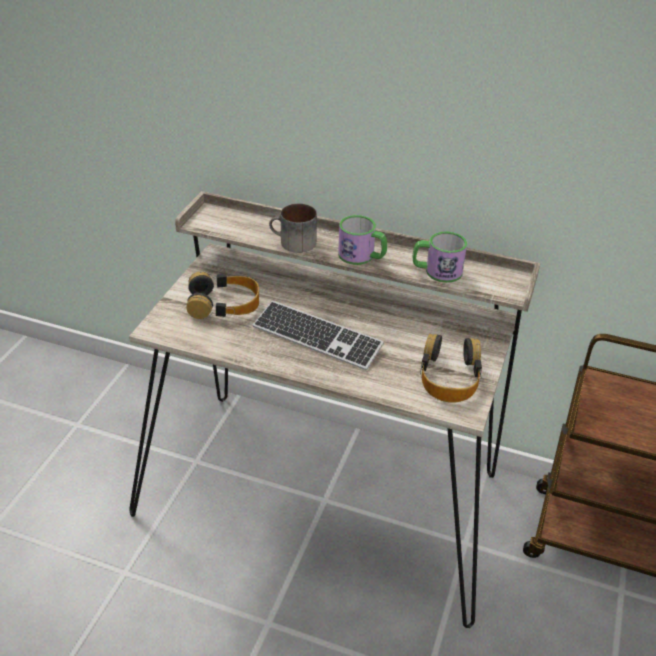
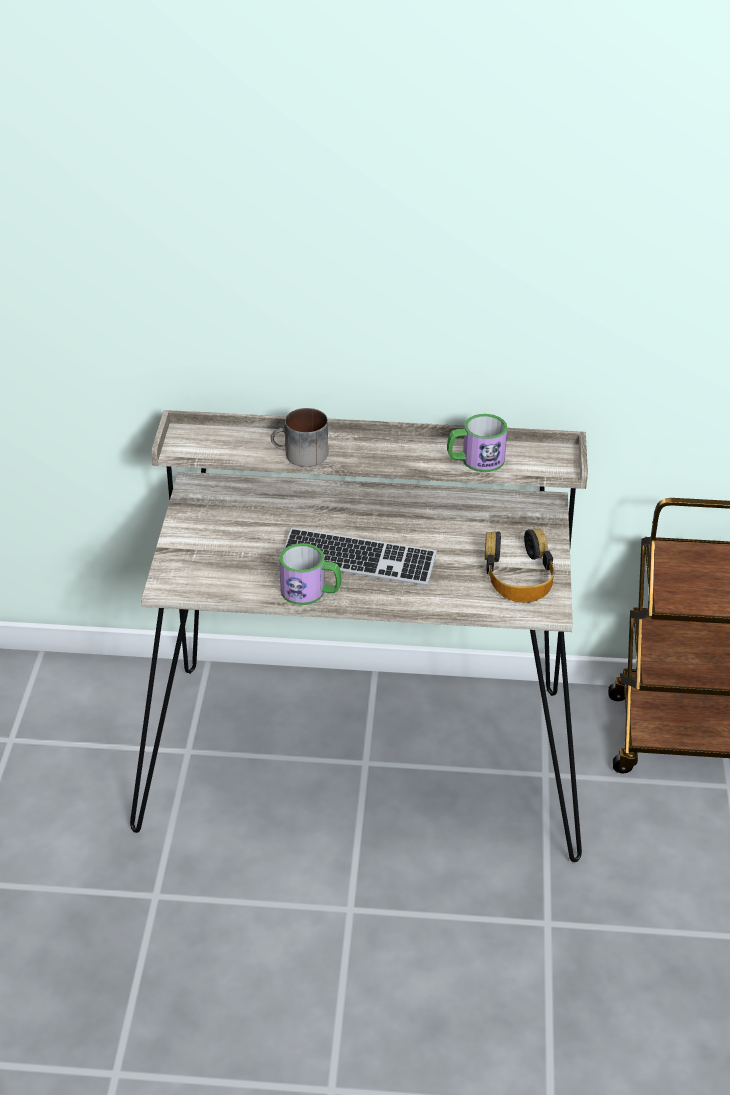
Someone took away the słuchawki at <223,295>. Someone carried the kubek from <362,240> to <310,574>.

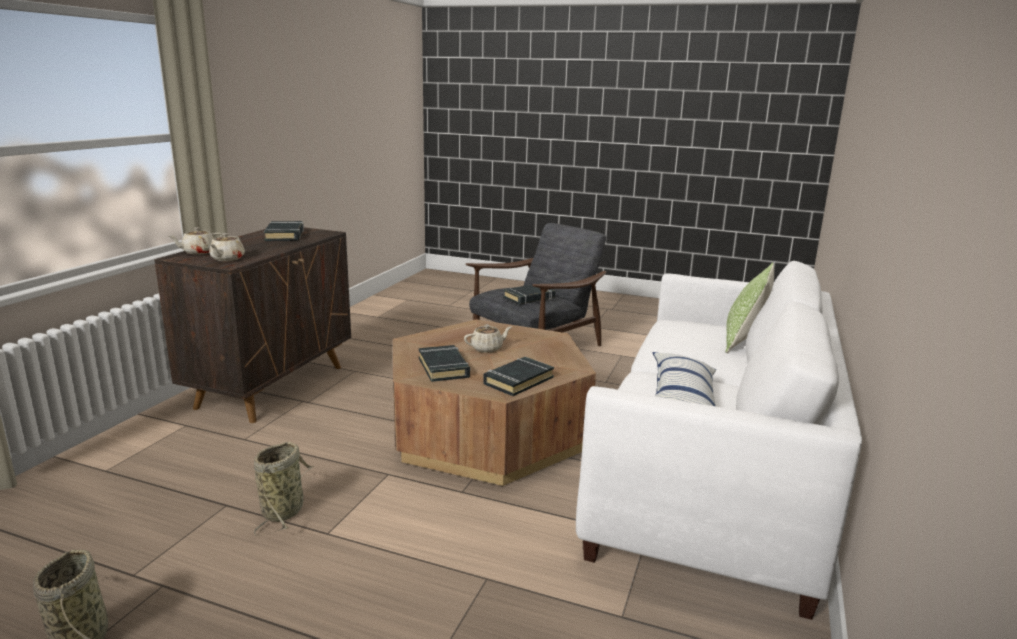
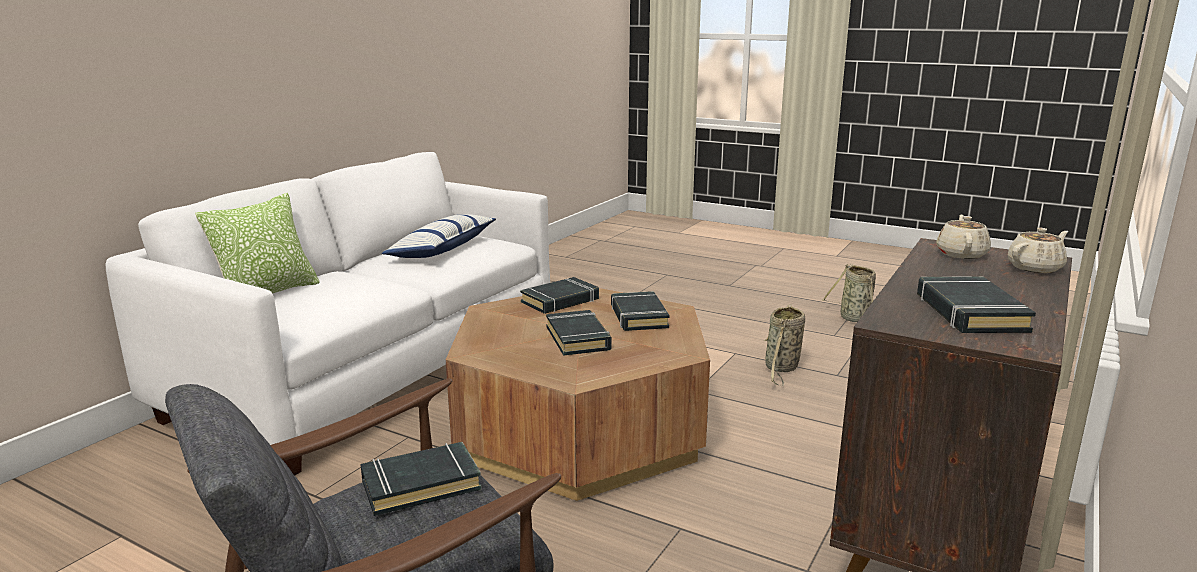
Someone swapped the imbryk/beżowy at <487,338> for the książka/czarny at <579,333>.

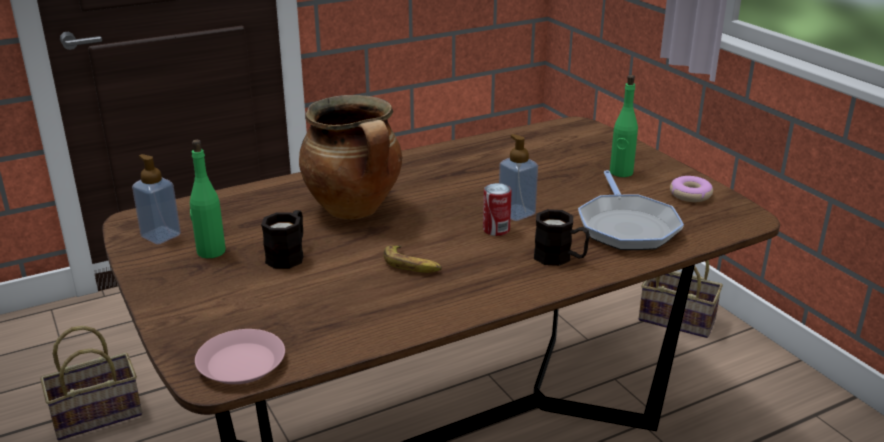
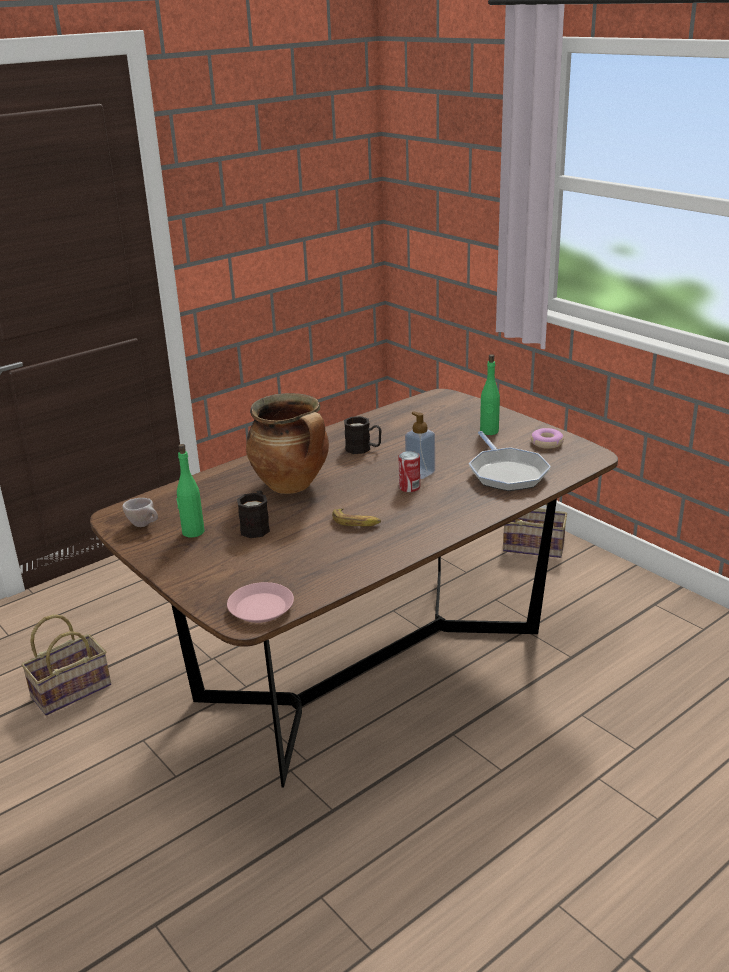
Someone carried the kubek/czarny from <562,237> to <363,435>. Someone swapped the dozownik mydła at <156,199> for the filiżanka/beżowy at <140,512>.

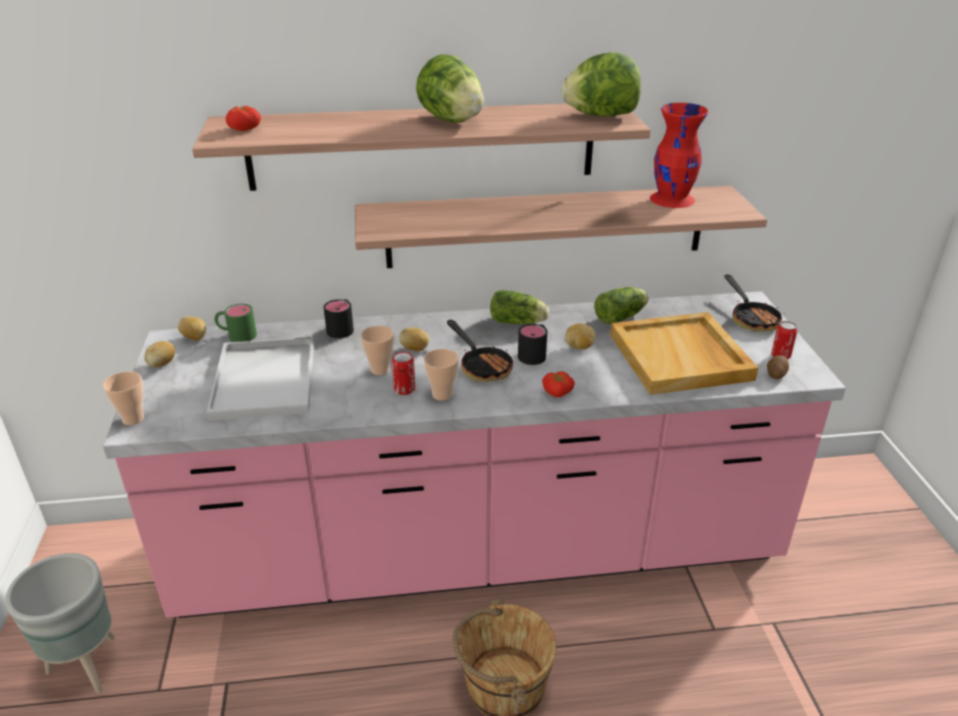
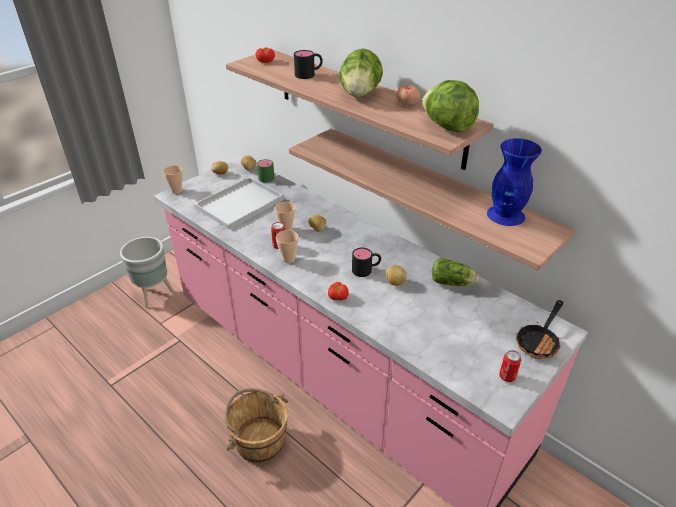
Someone took away the patelnia at <481,351>. Someone took away the sałata at <519,307>. Someone took away the taca/beżowy at <684,353>. Someone took away the ziemniak at <778,367>. Someone put down the pomidor at <408,95>. Someone carried the kubek/czarny from <339,318> to <308,64>. Someone repainted the wazon/czerwony at <679,155>, which became the wazon/niebieski at <514,182>.

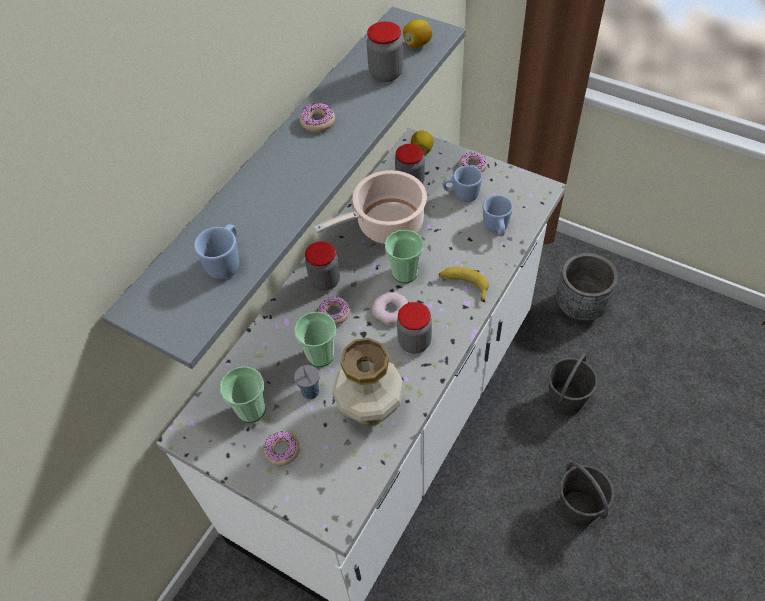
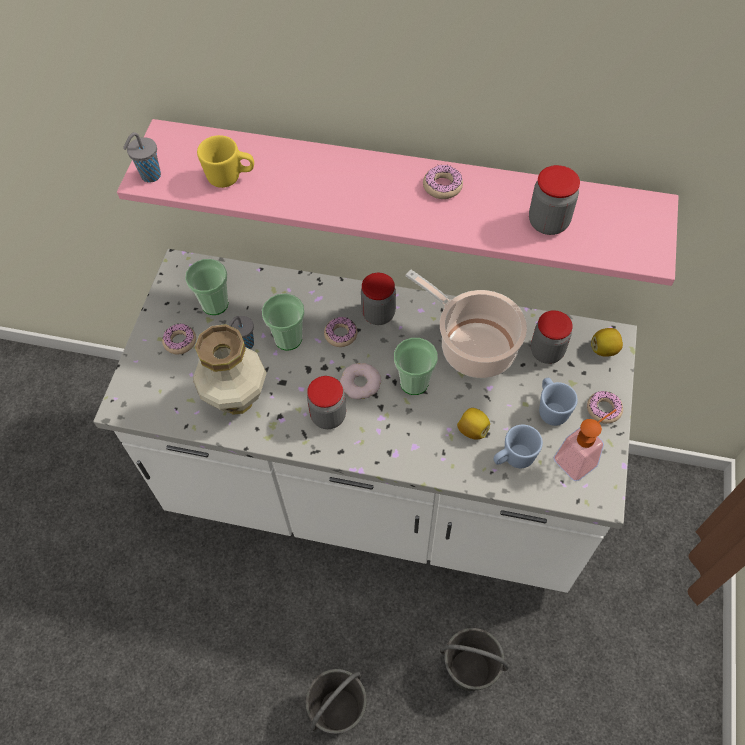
Someone took away the banan at <464,284>. Someone took away the donica/szary at <587,287>. Someone put down the filiżanka/szary at <142,157>. Someone put down the dozownik mydła at <585,445>. Someone carried the cytryna from <417,34> to <473,423>. Someone repainted the półka/szary at <284,188>, which became the półka/różowy at <397,202>. Someone repainted the kubek/niebieski at <216,251>, which became the kubek/żółty at <225,161>.

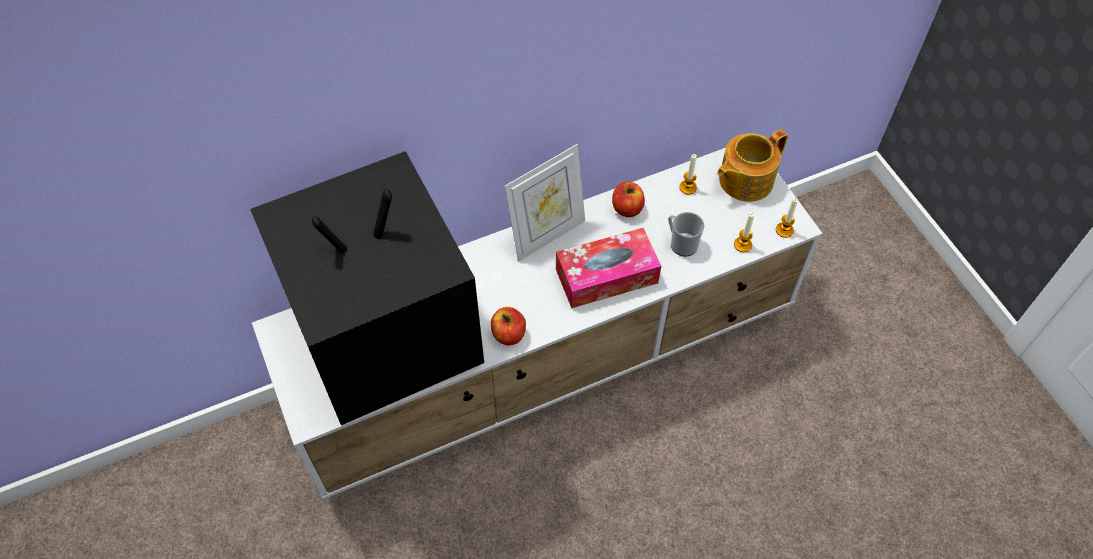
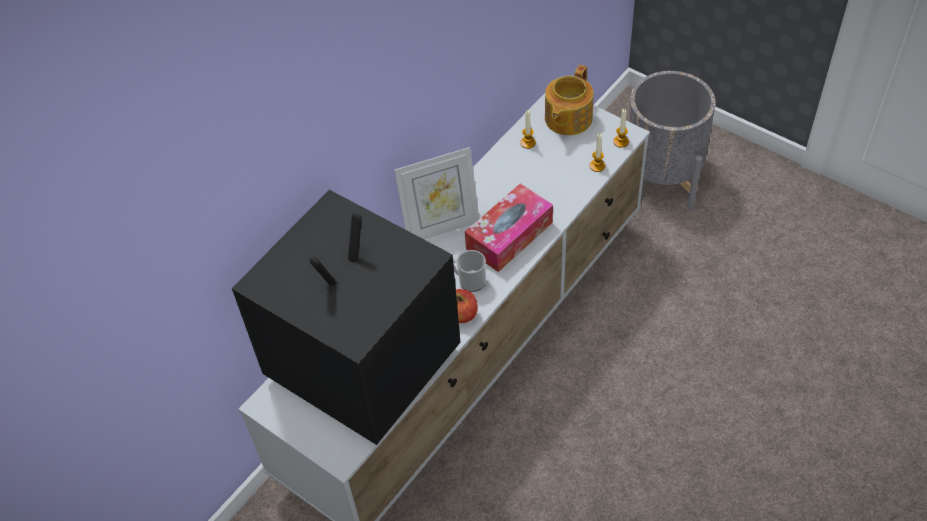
Someone took away the jabłko at <628,199>. Someone put down the donica/szary at <672,140>. Someone carried the kubek from <686,234> to <469,271>. Someone rotated the ramka na zdjęcie at <545,203> by 45 degrees clockwise.

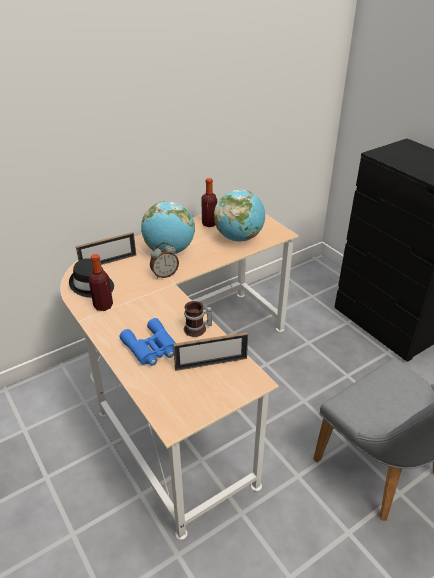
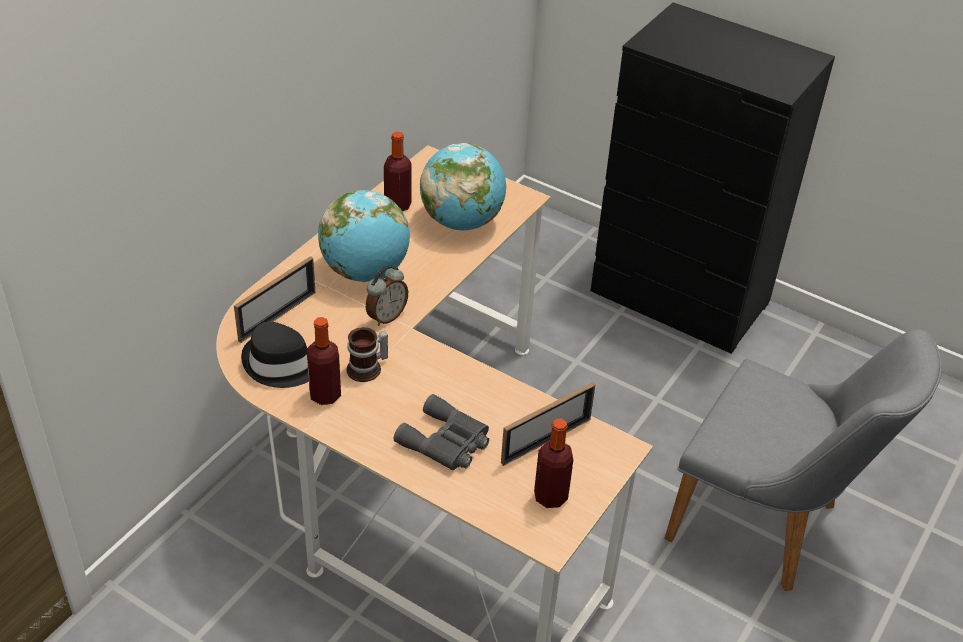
Someone put down the butelka at <553,463>. Someone carried the kubek from <198,319> to <367,354>. Someone repainted the lornetka/niebieski at <147,342>, which became the lornetka/szary at <441,432>.

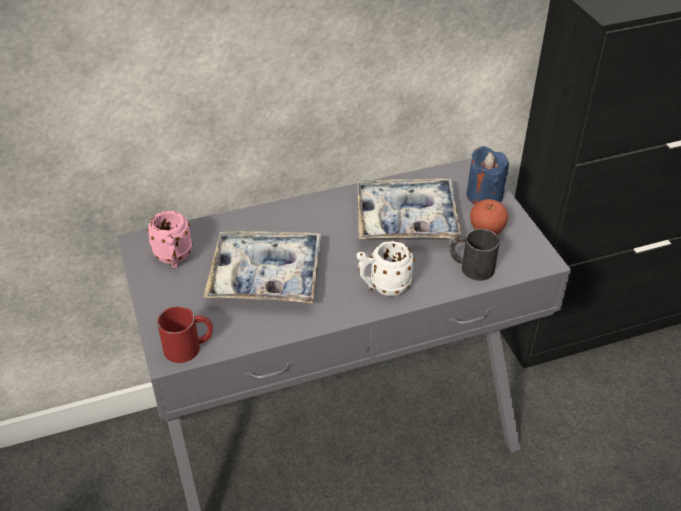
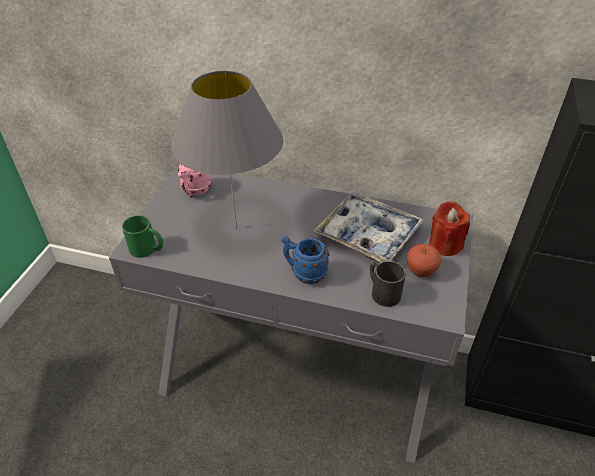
Someone swapped the taca at <262,266> for the lampa stołowa/szary at <227,149>. Someone repainted the kubek/czerwony at <185,334>, which became the kubek/zielony at <142,236>. Someone repainted the kubek/biały at <386,268>, which became the kubek/niebieski at <305,260>. Someone repainted the świeca/niebieski at <487,175>, which became the świeca/czerwony at <449,228>.

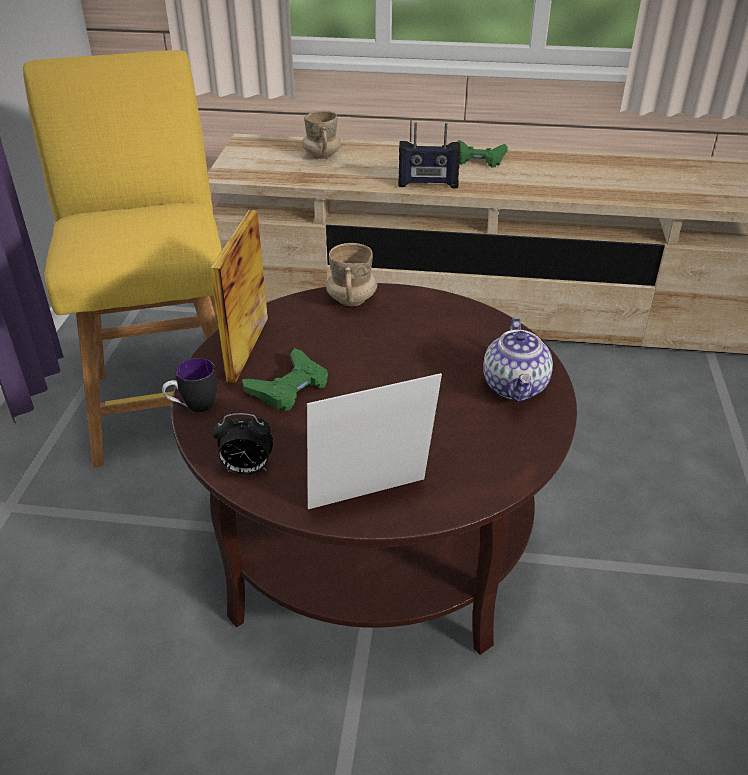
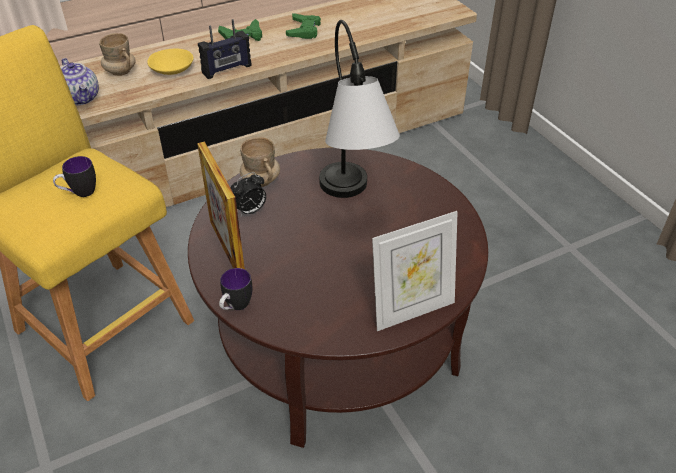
Someone put down the kubek at <74,176>. Someone put down the miska/żółty at <170,62>. Someone put down the lampa stołowa at <359,109>. Someone carried the budzik from <242,444> to <248,194>. Someone carried the pad do gier/zielony from <285,379> to <303,26>. Someone carried the imbryk from <518,360> to <80,82>. Someone rotated the ramka na zdjęcie at <374,441> by 150 degrees counterclockwise.

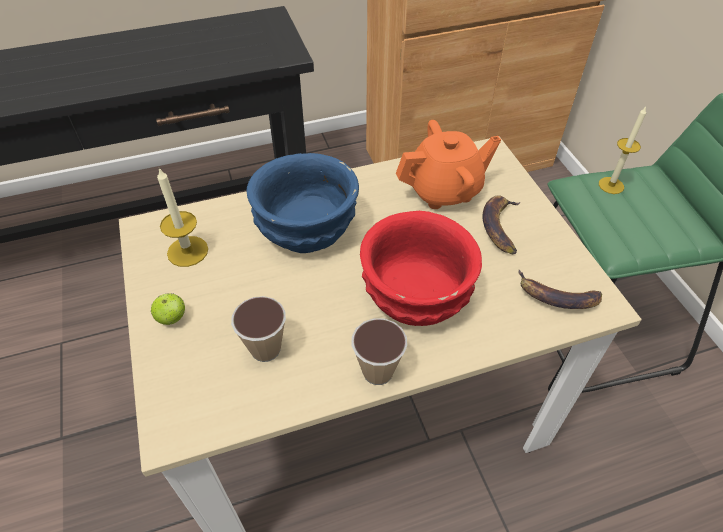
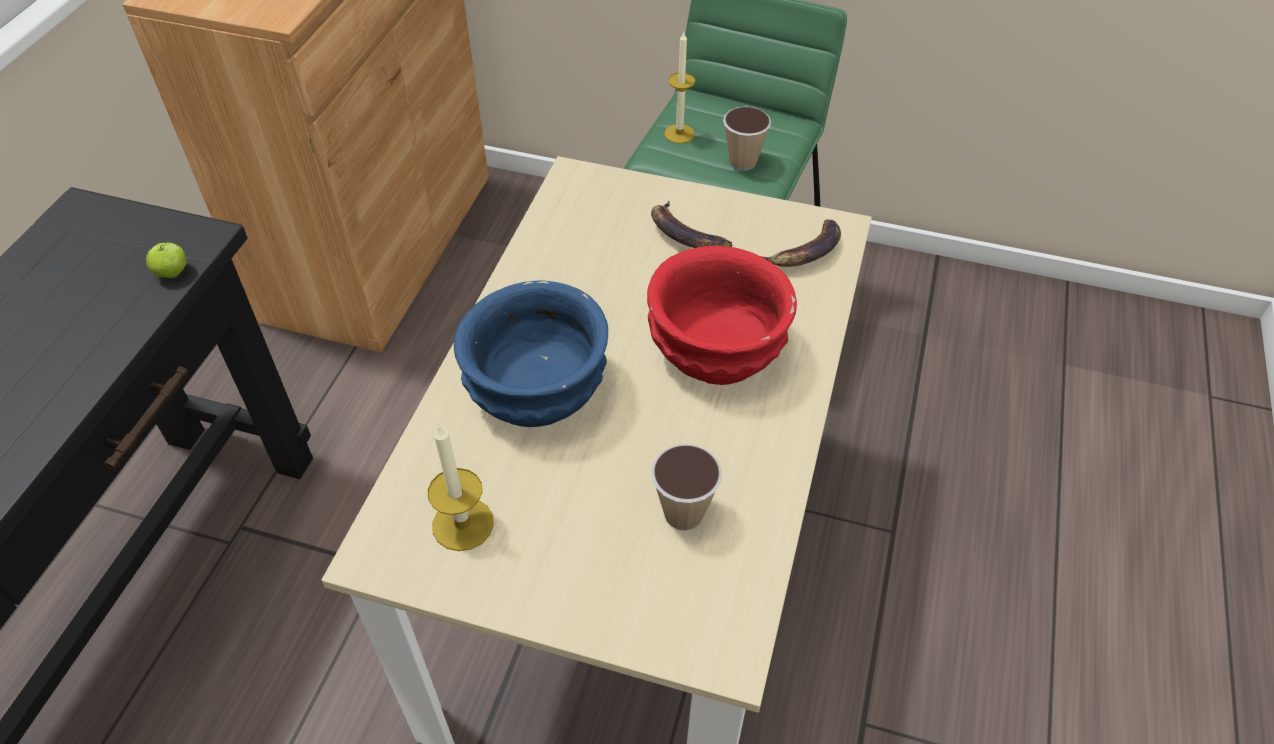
Someone took away the imbryk/pomarańczowy at <448,164>. Someone carried the jabłko from <168,309> to <166,260>. Someone carried the filiżanka from <379,351> to <747,138>.

